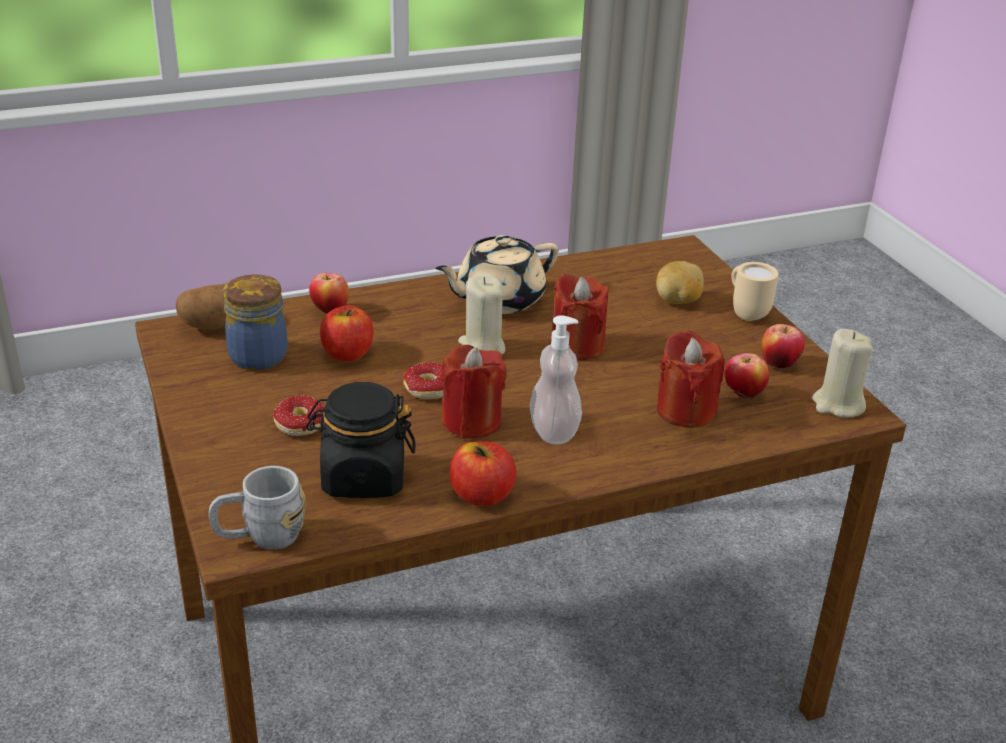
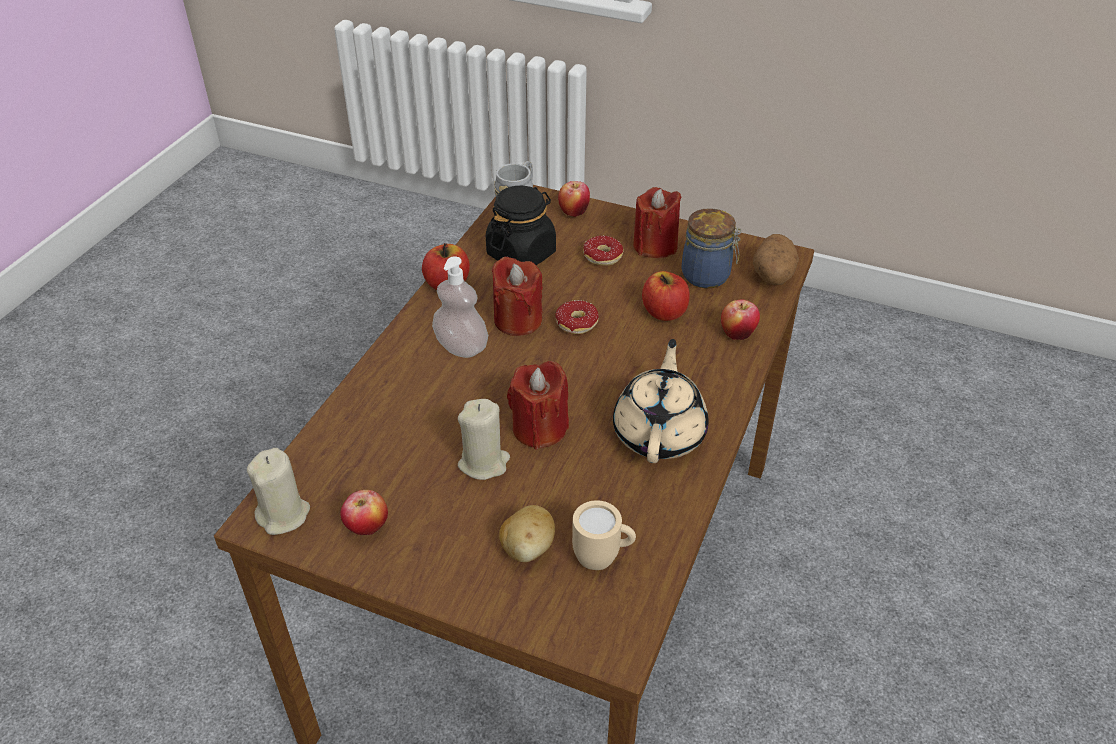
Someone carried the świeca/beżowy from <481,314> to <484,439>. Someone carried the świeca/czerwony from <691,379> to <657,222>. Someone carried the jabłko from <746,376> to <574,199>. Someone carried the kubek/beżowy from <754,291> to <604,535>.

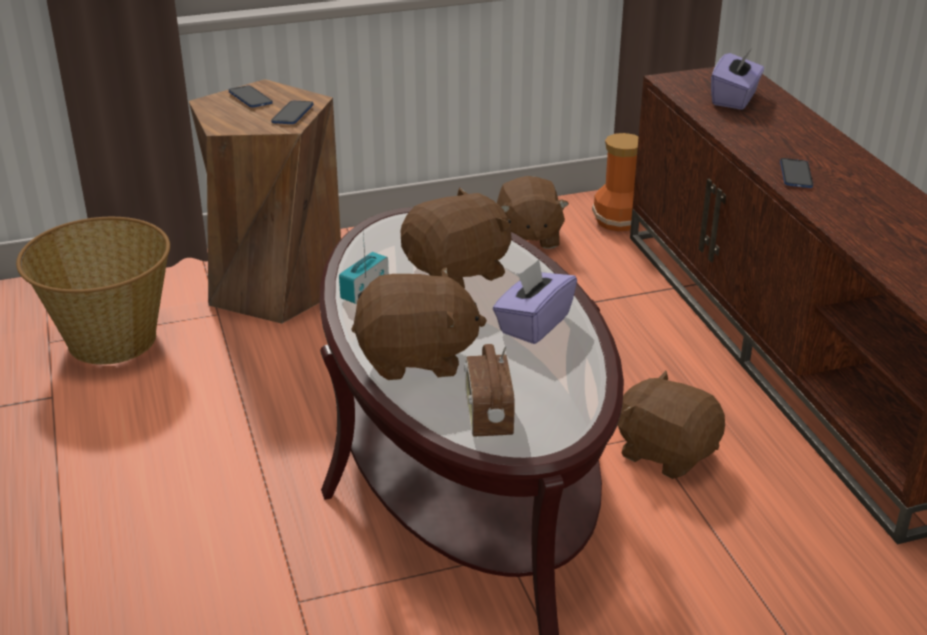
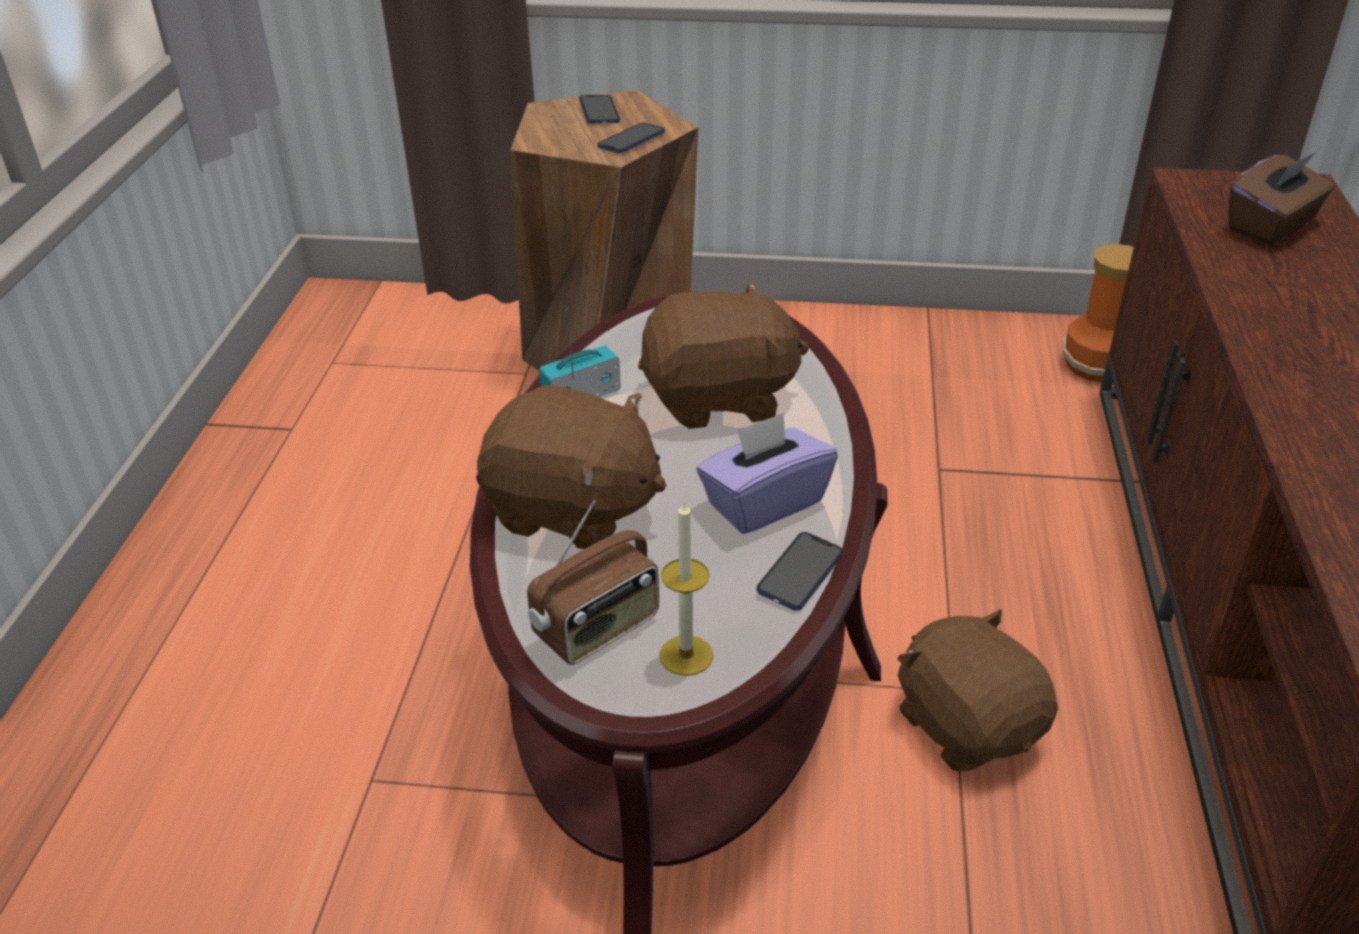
Someone took away the koszyk at <93,291>. Someone took away the pluszak/brązowy at <533,212>. Someone put down the świeca at <686,587>. Someone carried the telefon from <796,173> to <800,571>. Someone repainted the pudełko chusteczek/fioletowy at <737,80>, which became the pudełko chusteczek/brązowy at <1281,198>. Someone rotated the radio at <489,390> by 150 degrees counterclockwise.

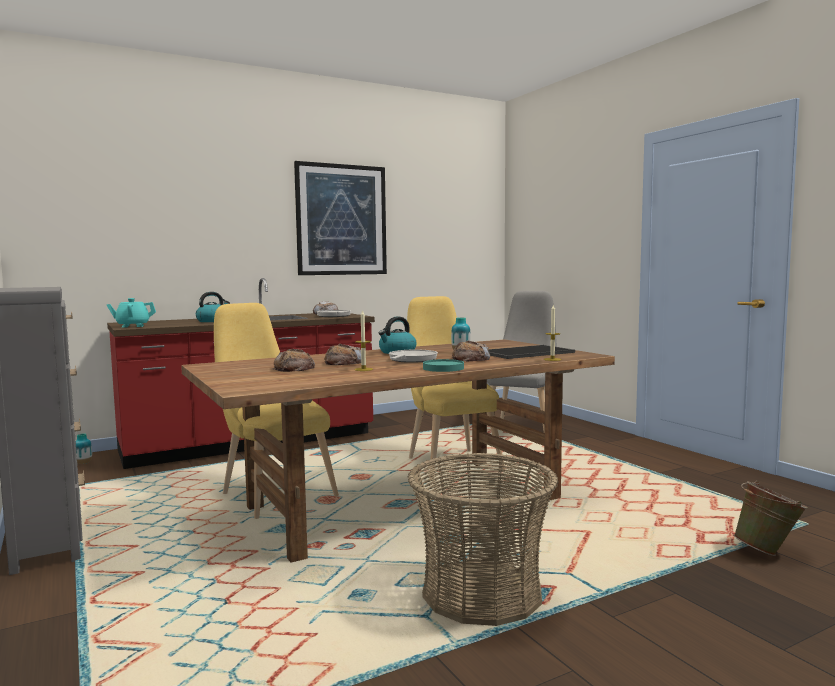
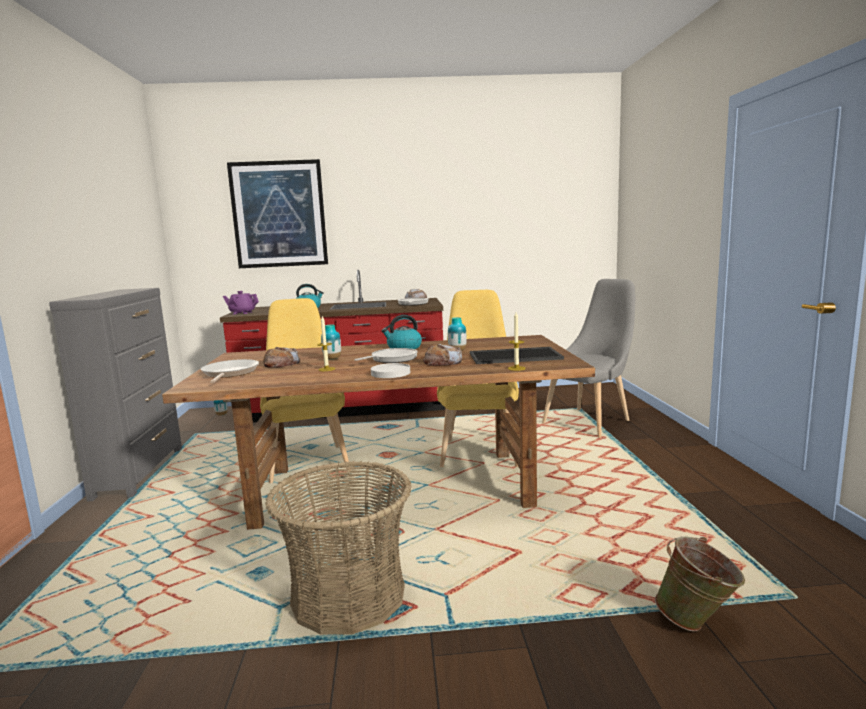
Someone put down the patelnia at <230,371>. Someone carried the obraz from <340,218> to <277,213>. Someone swapped the chleb at <342,354> for the wazon at <331,342>. Someone repainted the imbryk/turkusowy at <131,313>, which became the imbryk/fioletowy at <241,302>. Someone repainted the talerz/turkusowy at <443,365>, which became the talerz/biały at <390,370>.

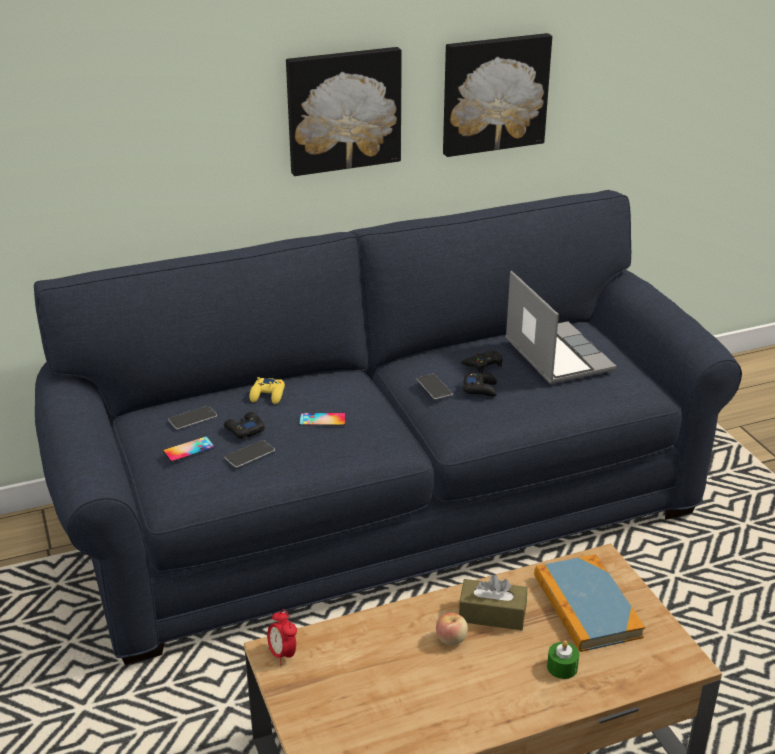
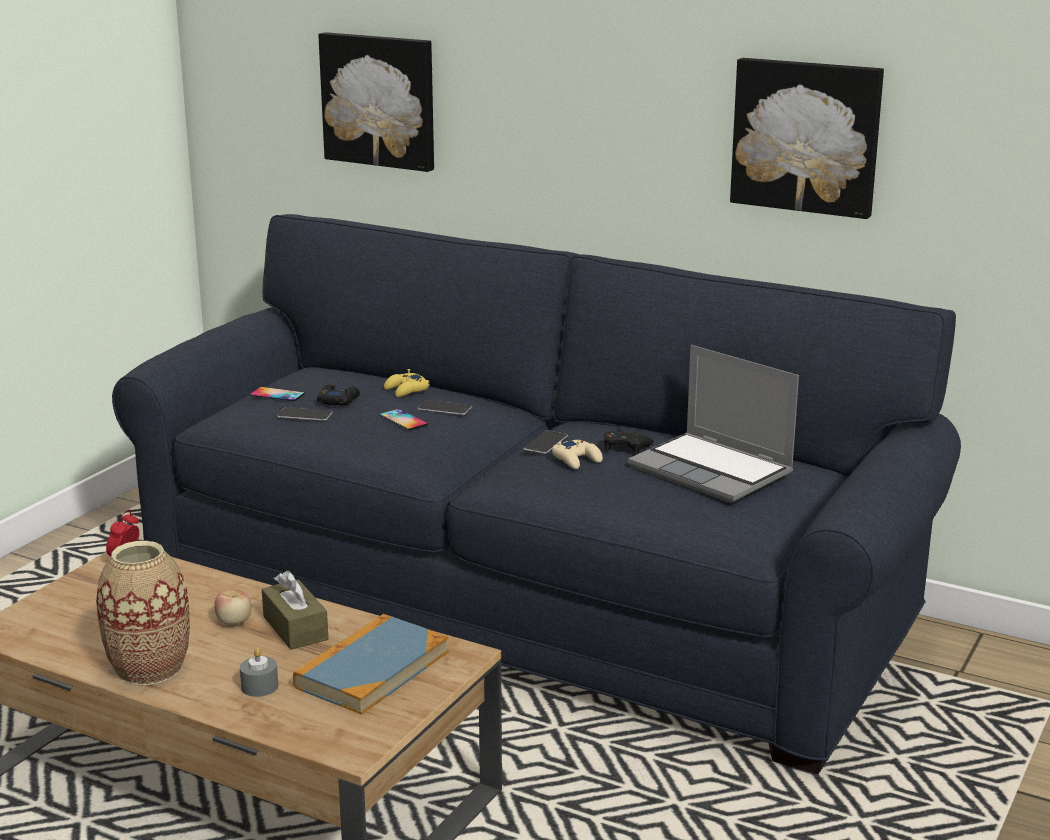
Someone put down the wazon at <143,613>. Someone carried the telefon from <192,417> to <444,407>. Someone carried the obraz from <344,111> to <376,102>. Someone repainted the pad do gier/czarny at <480,385>, which became the pad do gier/beżowy at <577,454>. Someone repainted the świeca/zielony at <563,659>, which became the świeca/szary at <259,672>. Someone rotated the laptop at <561,327> by 105 degrees clockwise.

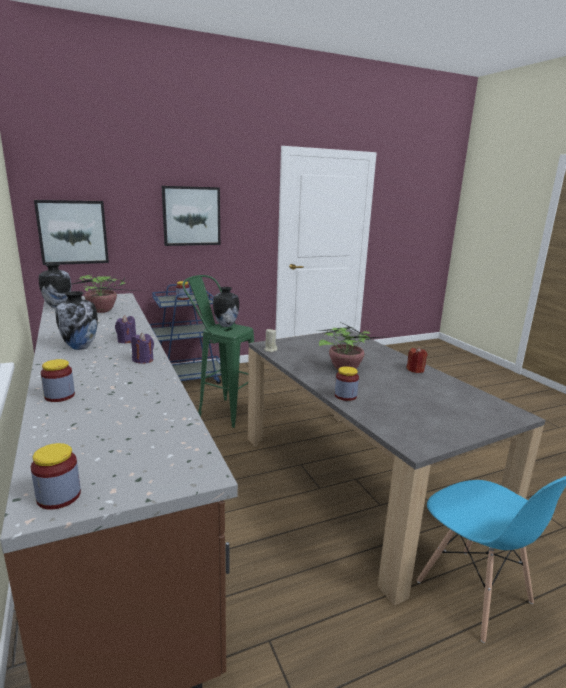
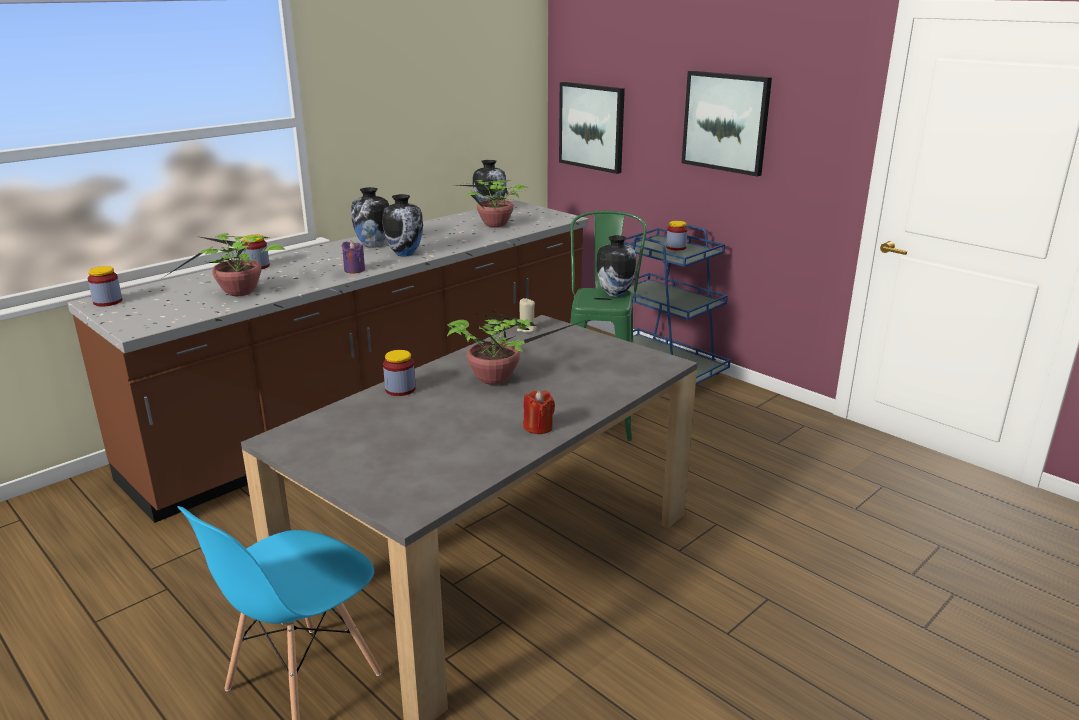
Someone put down the roślina doniczkowa at <223,264>. Someone swapped the świeca/fioletowy at <125,330> for the wazon at <402,225>.

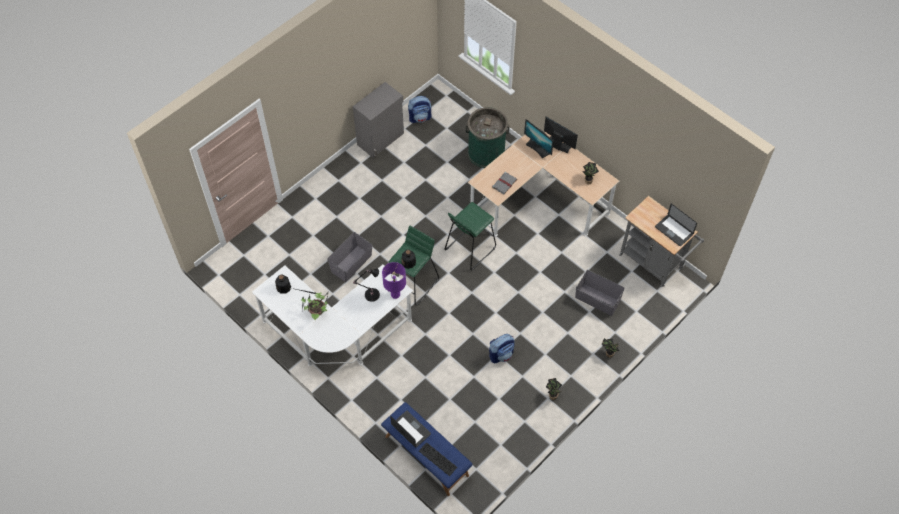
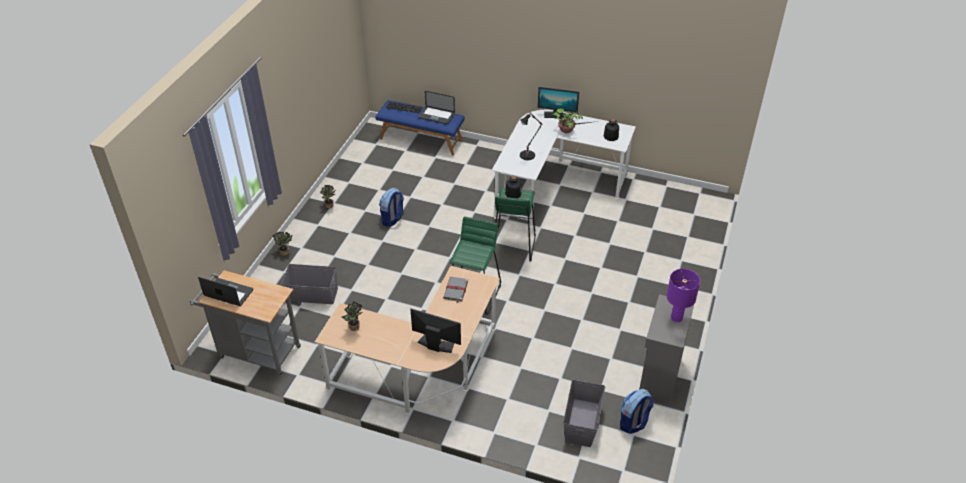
Someone took away the kosz na śmieci/zielony at <487,137>. Someone carried the pojemnik do przechowywania/szary from <350,257> to <584,413>. Someone carried the lampa stołowa/fioletowy from <394,280> to <683,295>. Someone carried the monitor from <561,135> to <558,103>.

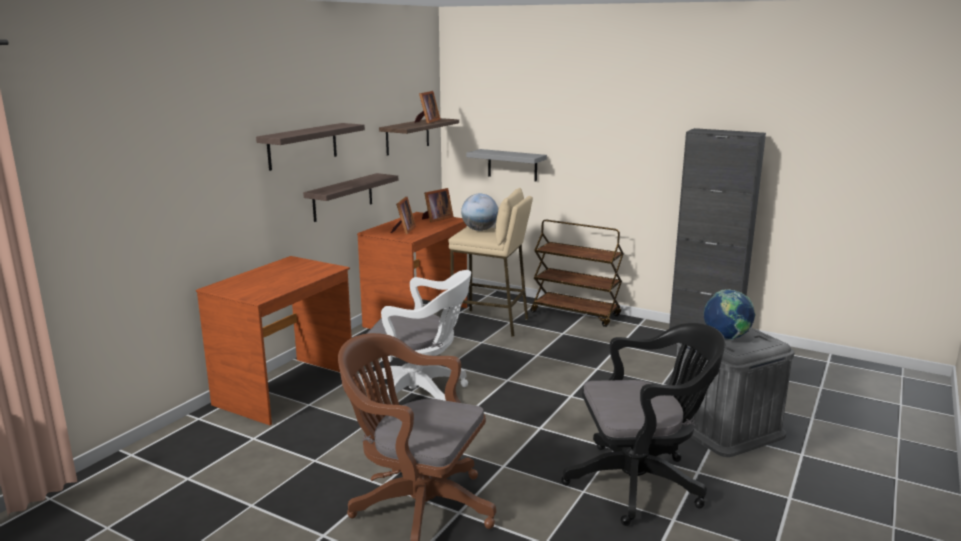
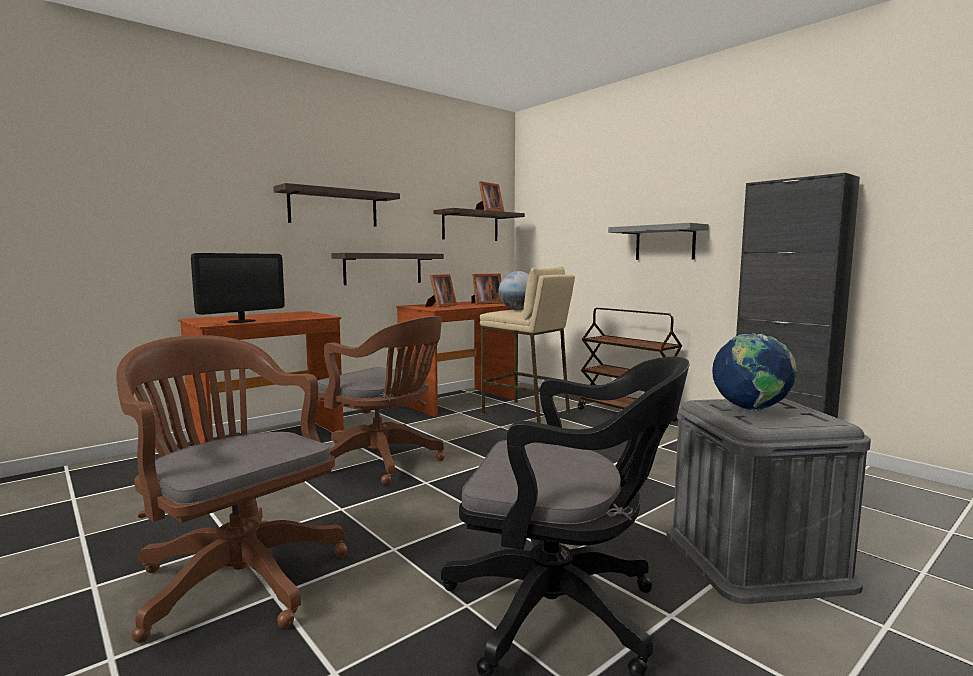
Someone put down the monitor at <237,288>. Someone carried the półka/szary from <506,165> to <658,241>. Someone repainted the krzesło biurowe/biały at <415,336>, which became the krzesło biurowe/brązowy at <381,400>.

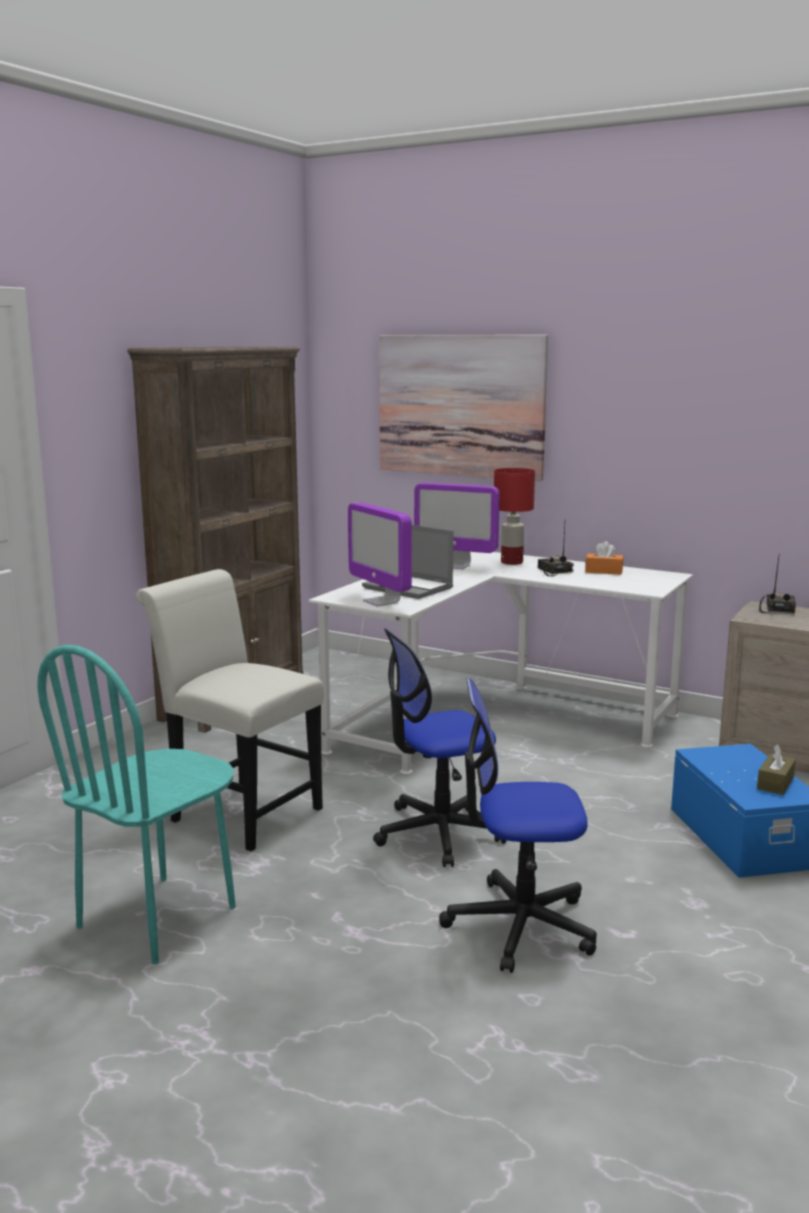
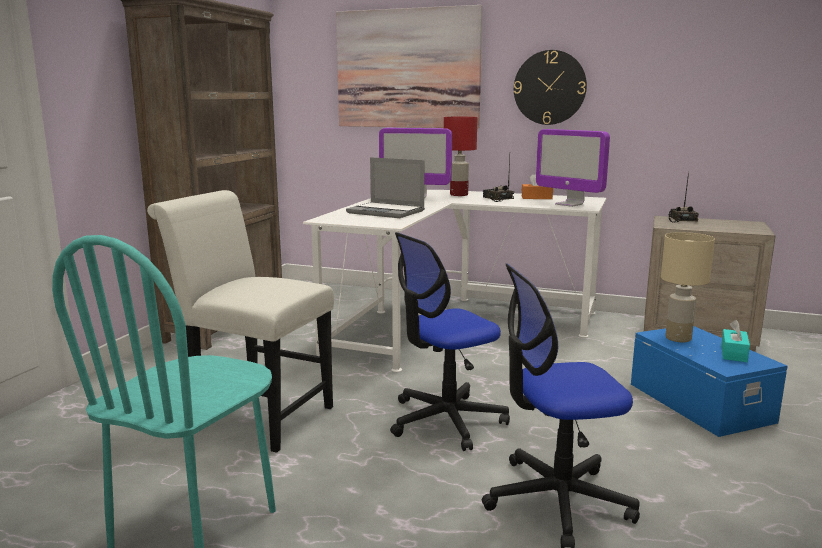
Someone put up the zegar ścienny at <550,87>. Someone put down the lampa stołowa/beżowy at <688,287>. Someone carried the monitor from <380,554> to <573,168>. Someone repainted the pudełko chusteczek/brązowy at <776,770>, which became the pudełko chusteczek/turkusowy at <735,341>.

